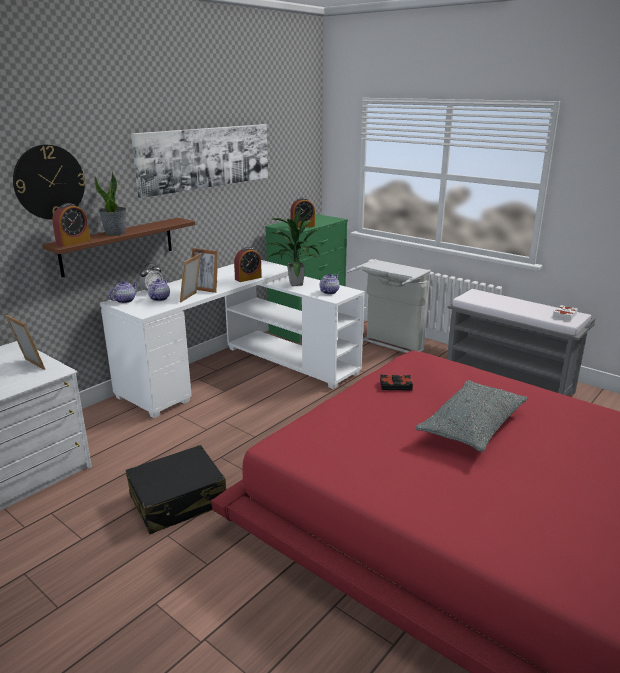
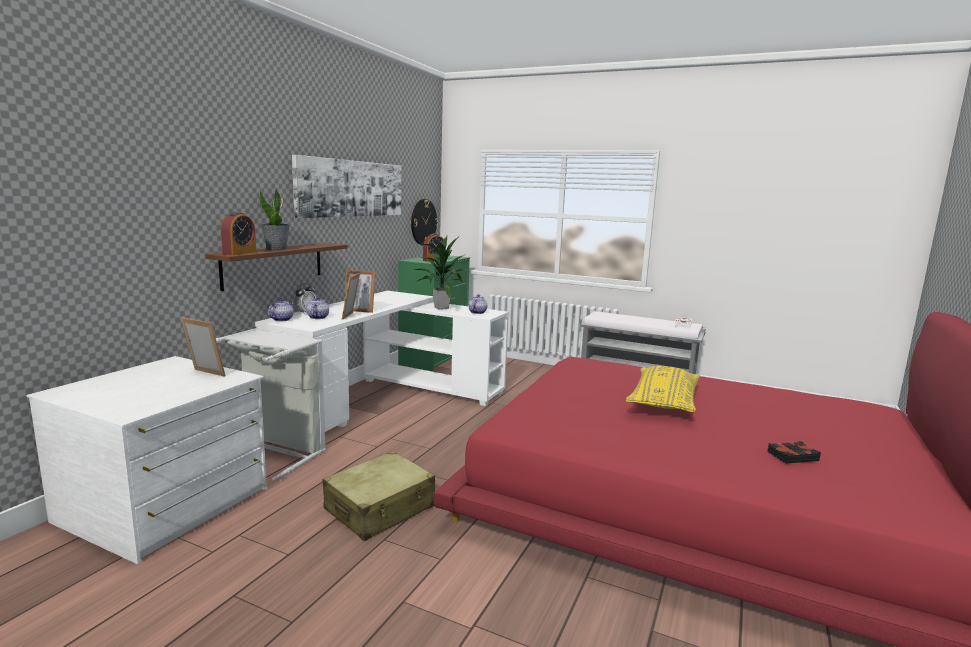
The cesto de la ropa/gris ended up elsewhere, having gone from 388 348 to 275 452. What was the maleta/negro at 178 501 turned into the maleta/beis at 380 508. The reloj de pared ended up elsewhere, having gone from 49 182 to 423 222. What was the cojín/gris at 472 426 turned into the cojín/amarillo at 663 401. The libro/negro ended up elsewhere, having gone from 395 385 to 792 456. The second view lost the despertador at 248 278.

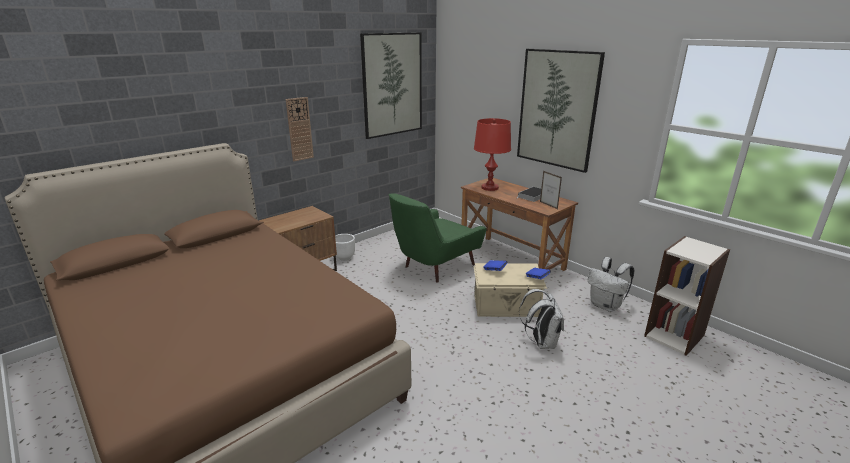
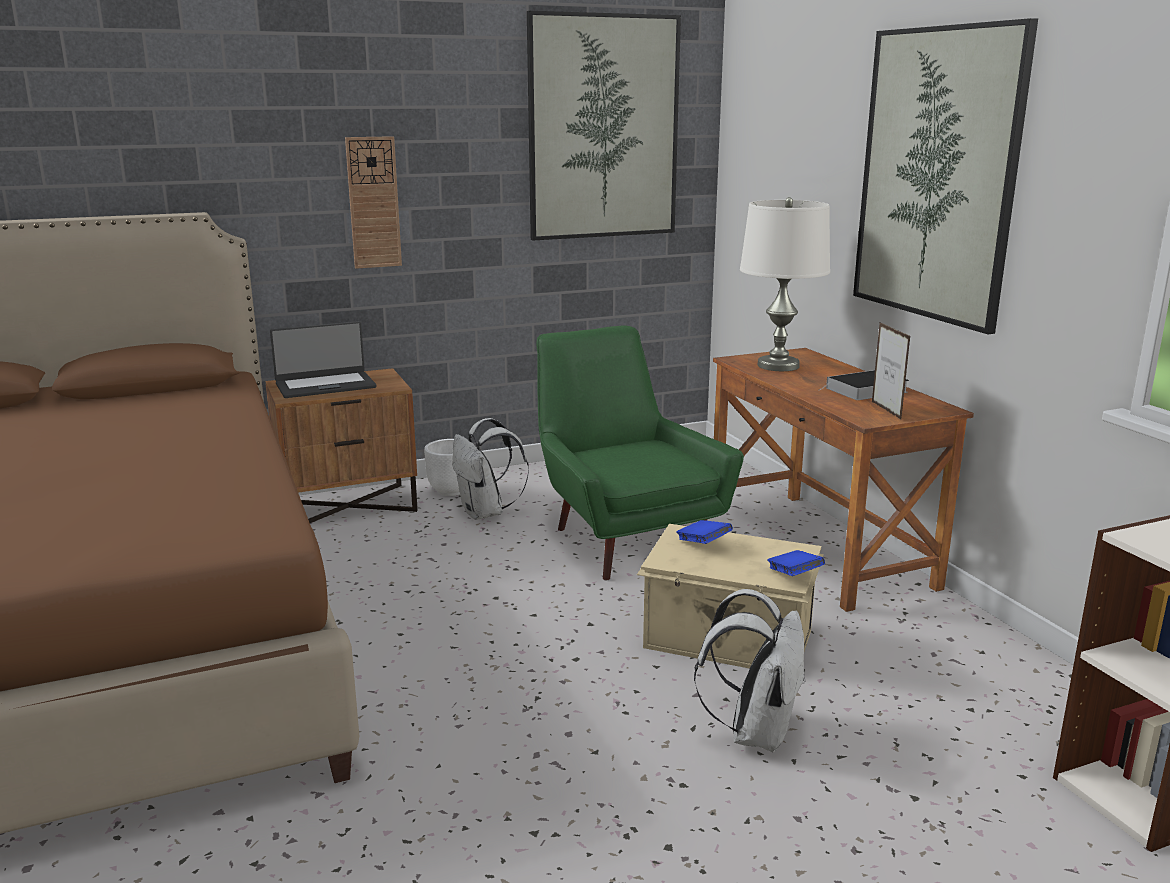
The second view gained the portátil at 325 385. The mochila/blanco ended up elsewhere, having gone from 606 305 to 485 513. The sillón/verde at 434 267 ended up facing another way, 90 degrees clockwise from before. What was the lámpara de mesa/rojo at 490 188 turned into the lámpara de mesa/blanco at 778 366.

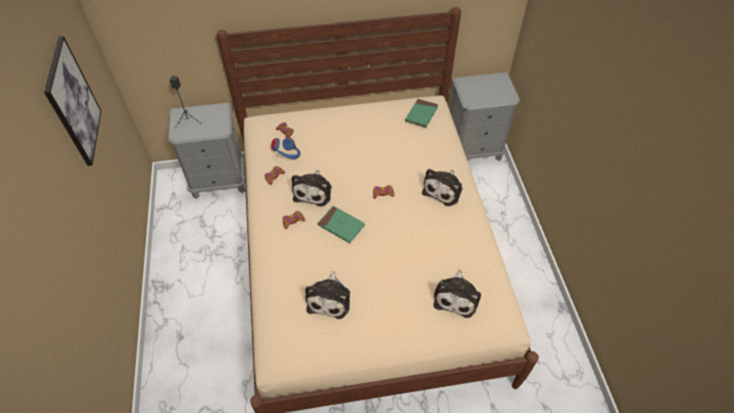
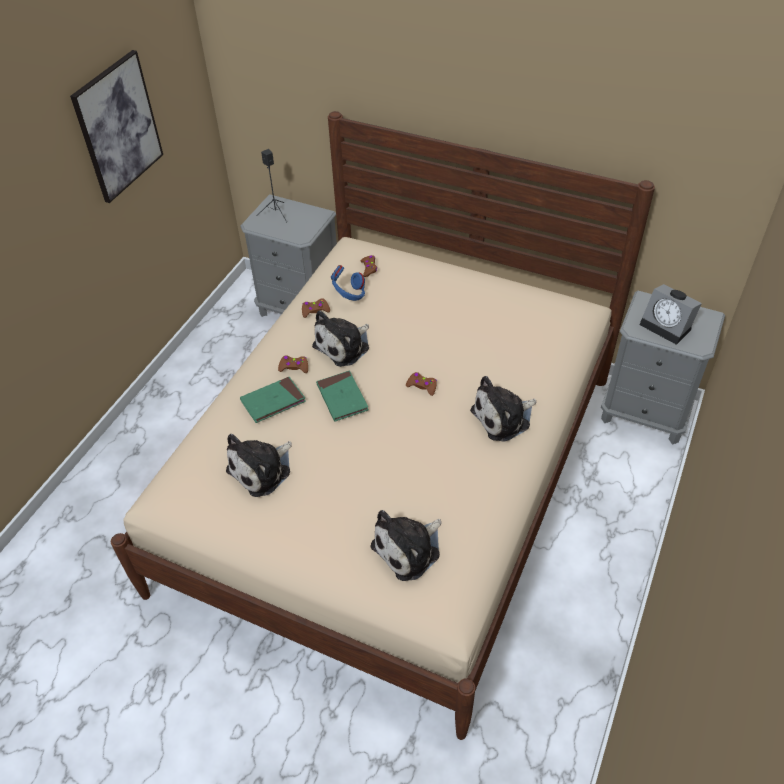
The libro/verde ended up elsewhere, having gone from 421 114 to 273 401. The second view gained the despertador at 667 326.

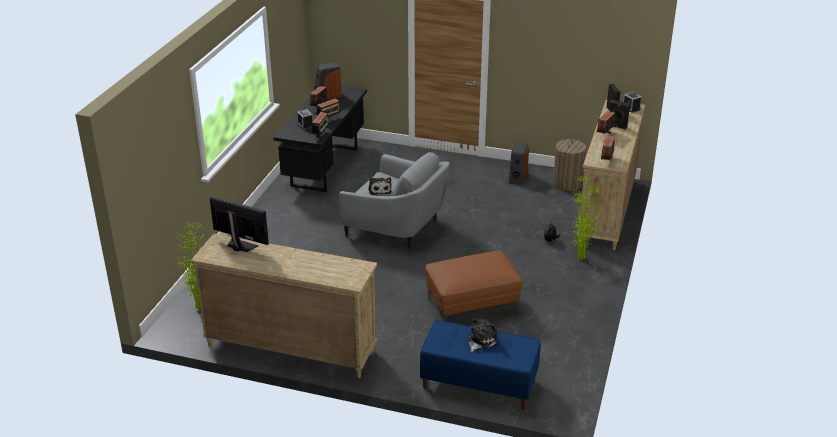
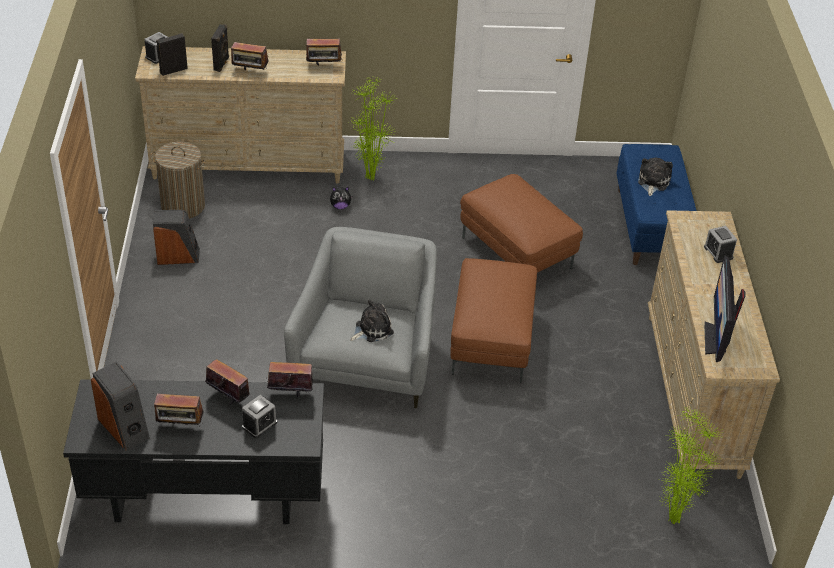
The second view gained the puf/marrón at 492 341. The peluche at 481 340 ended up facing another way, 90 degrees clockwise from before. The second view gained the despertador at 718 252.

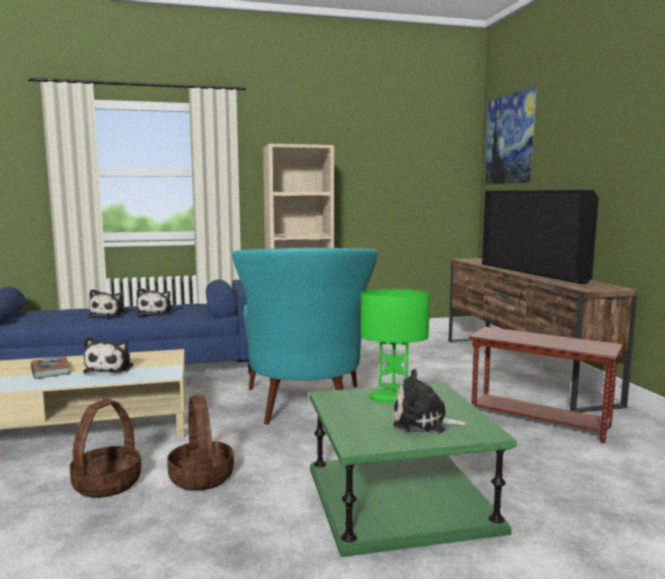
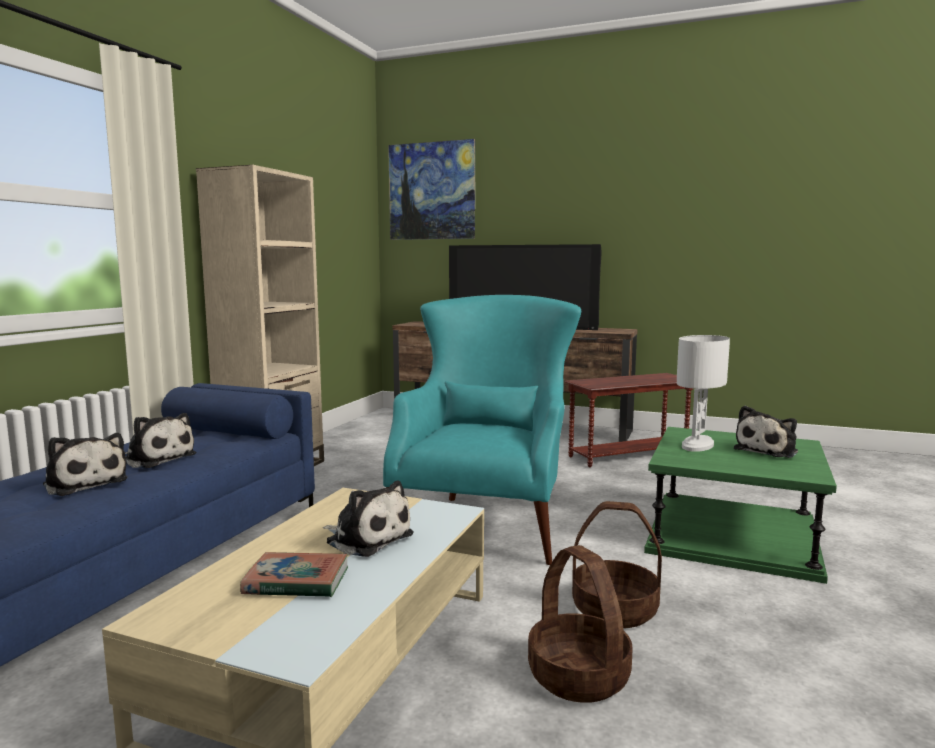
The sillón/turquesa at 305 410 ended up facing another way, 105 degrees counterclockwise from before. What was the lámpara de mesa/verde at 393 398 turned into the lámpara de mesa/blanco at 698 446.

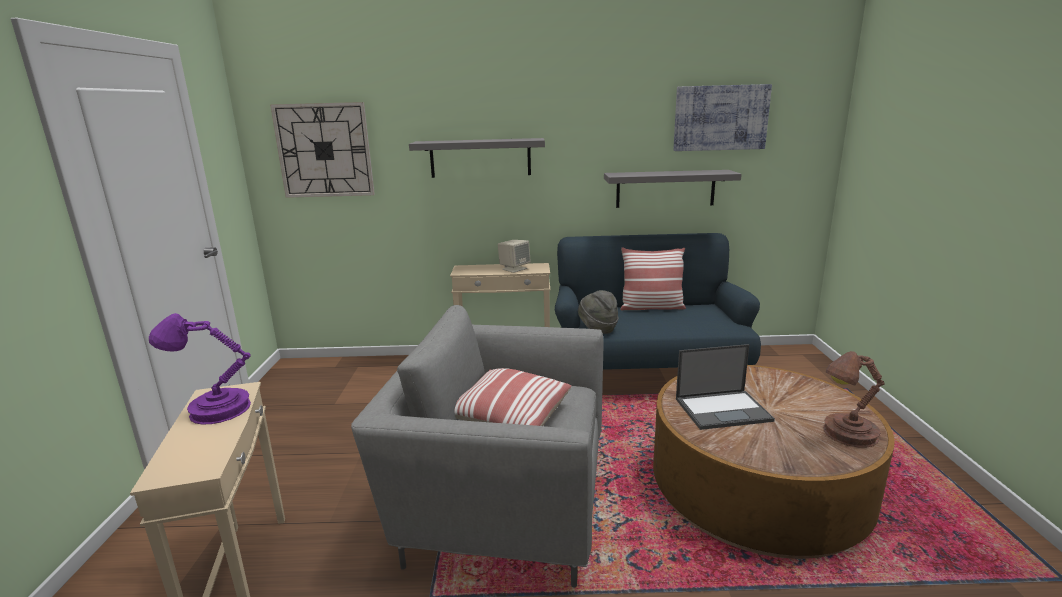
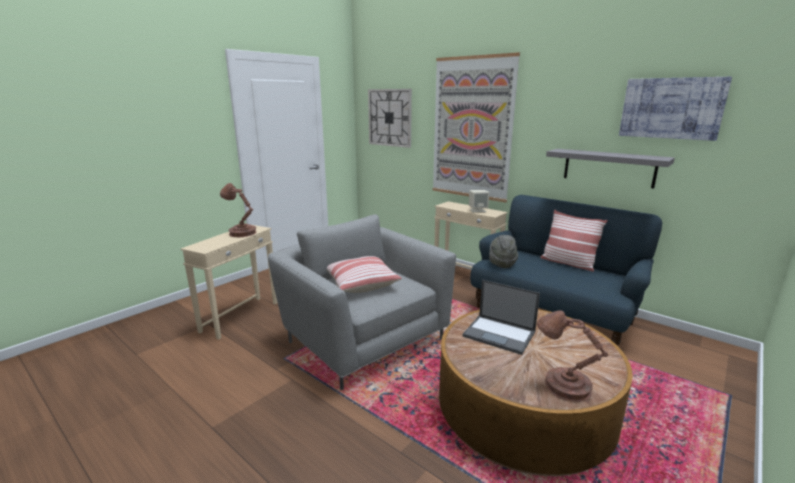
What was the lámpara de mesa/morado at 215 410 turned into the lámpara de mesa/marrón at 241 232. Where the estante/gris hung at 480 158, the cuadro came to hang at 471 129.

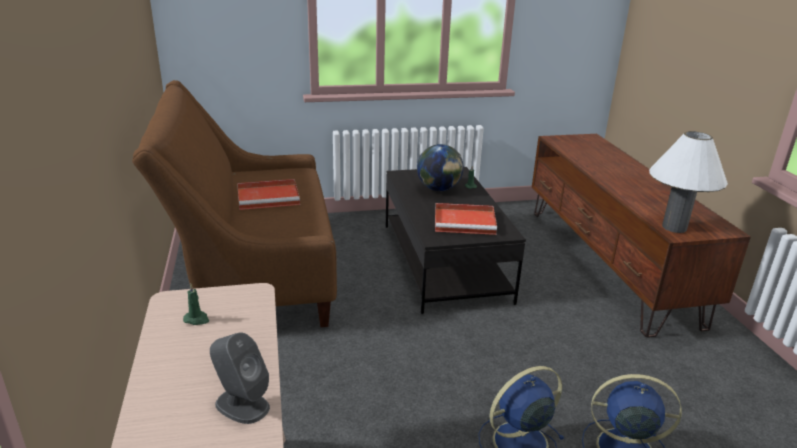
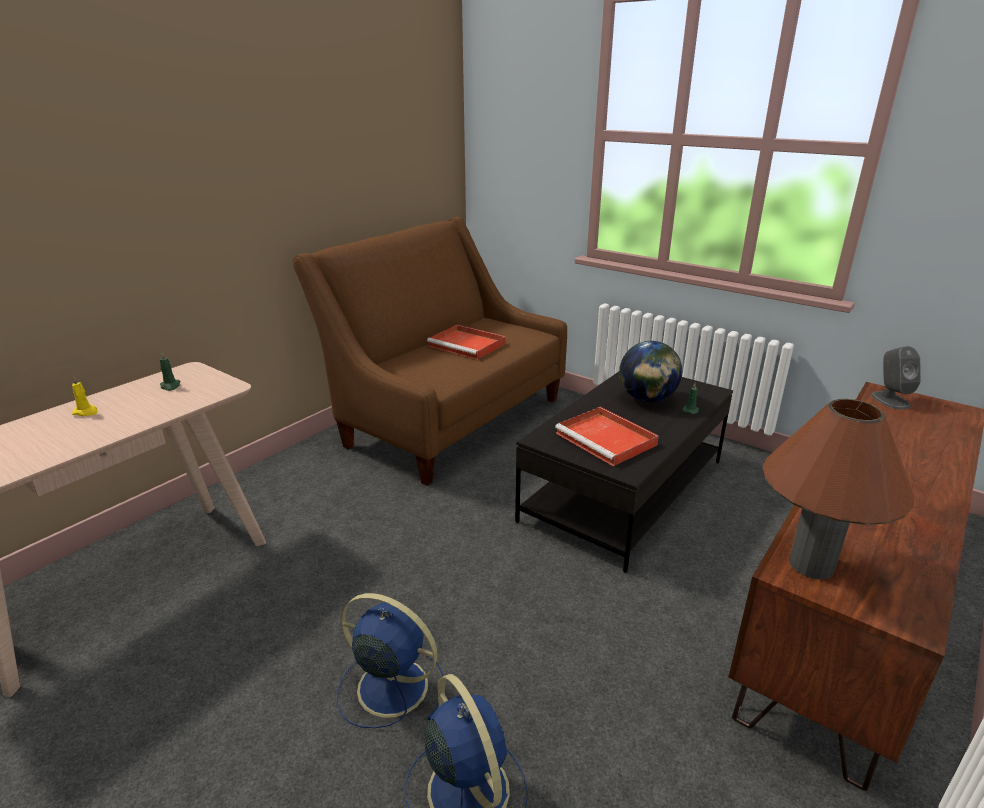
The second view gained the vela/amarillo at 86 412. What was the lámpara de mesa/blanco at 674 227 turned into the lámpara de mesa/marrón at 811 564. The altavoz/gris ended up elsewhere, having gone from 241 405 to 890 400.

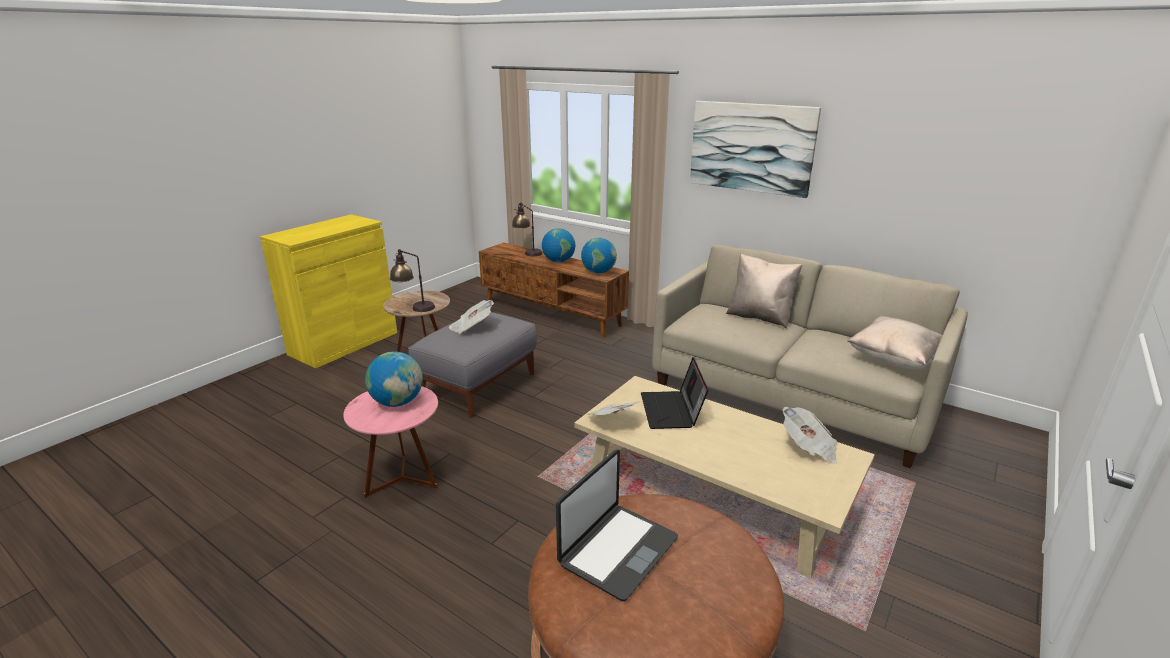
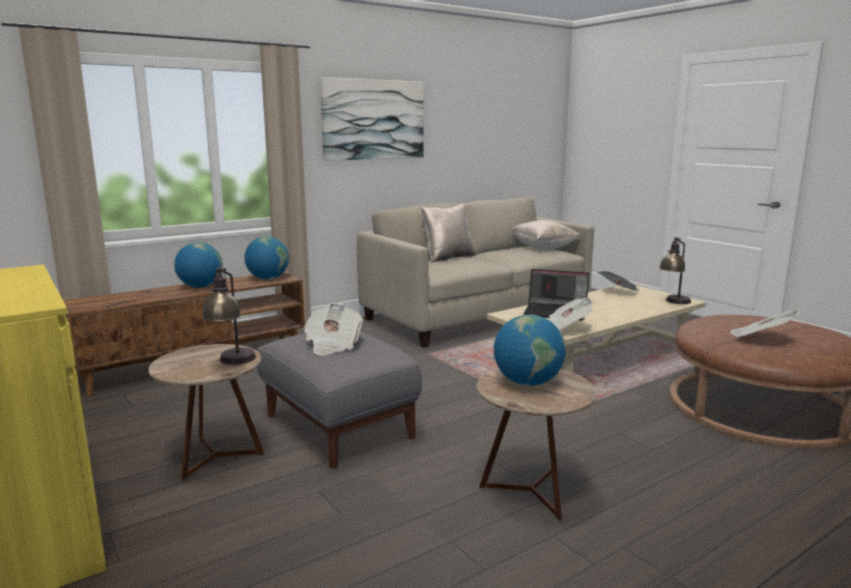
What was the mesa auxiliar/rosa at 402 479 turned into the mesa auxiliar/marrón at 530 491. The lámpara de mesa ended up elsewhere, having gone from 527 252 to 673 302. Where the portátil stood at 617 550, the periódico came to stand at 760 339.

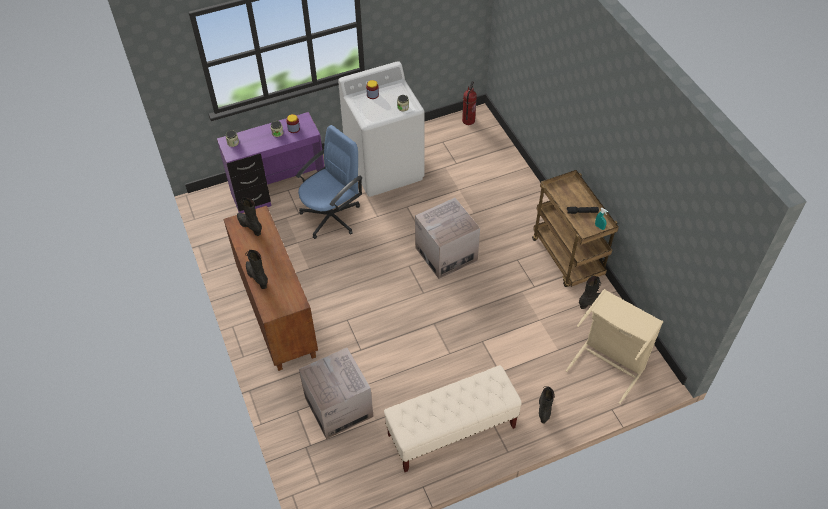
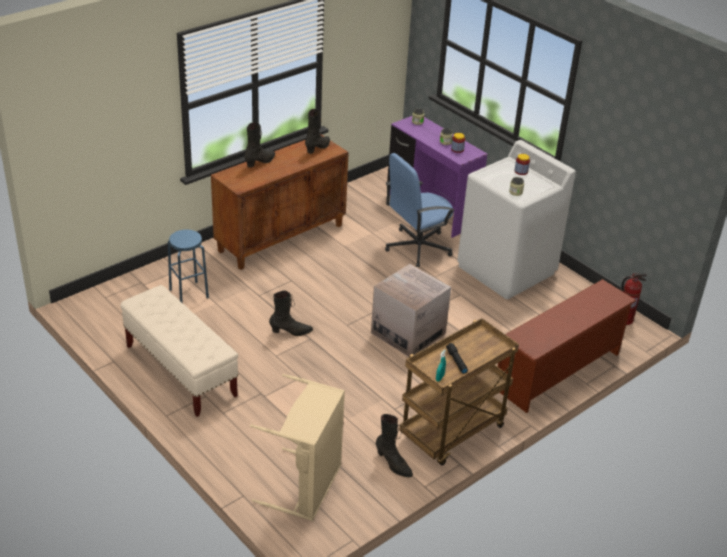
Where the caja de cartón stood at 339 407, the taburete/azul came to stand at 189 293. The bota/negro ended up elsewhere, having gone from 544 408 to 291 332. The silla de oficina/azul at 332 216 ended up facing another way, 120 degrees clockwise from before. The second view gained the zapatero/marrón at 558 372.

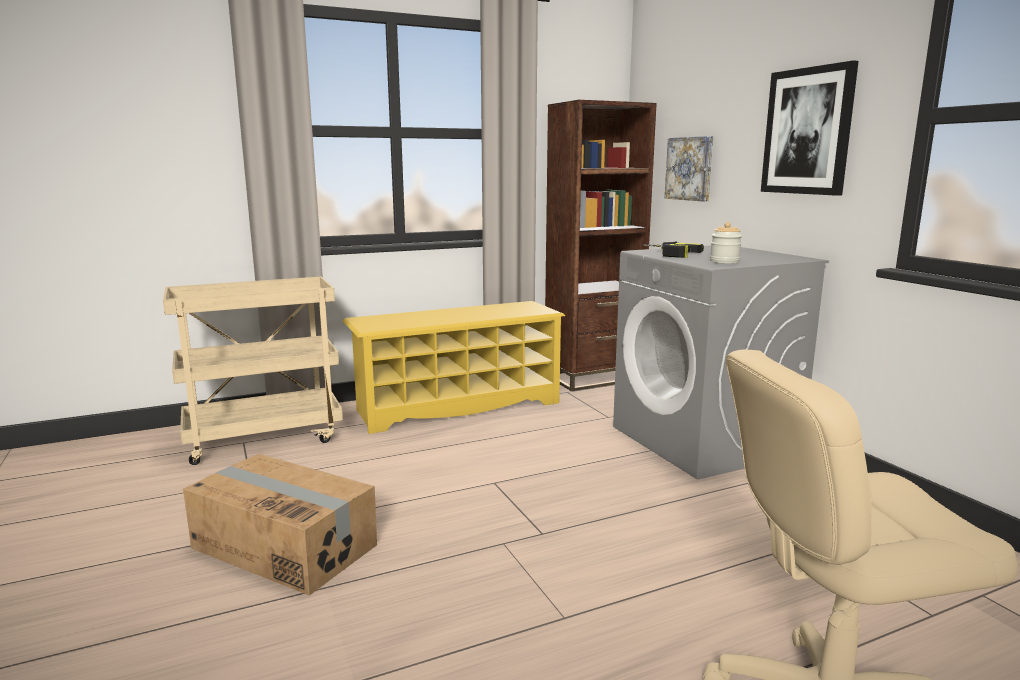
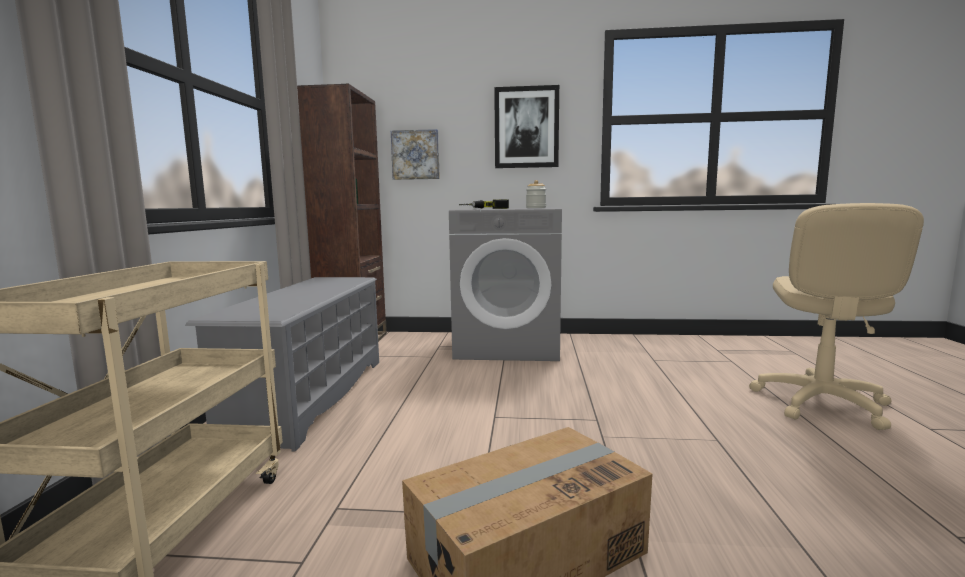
What was the zapatero/amarillo at 458 406 turned into the zapatero/gris at 310 396.

